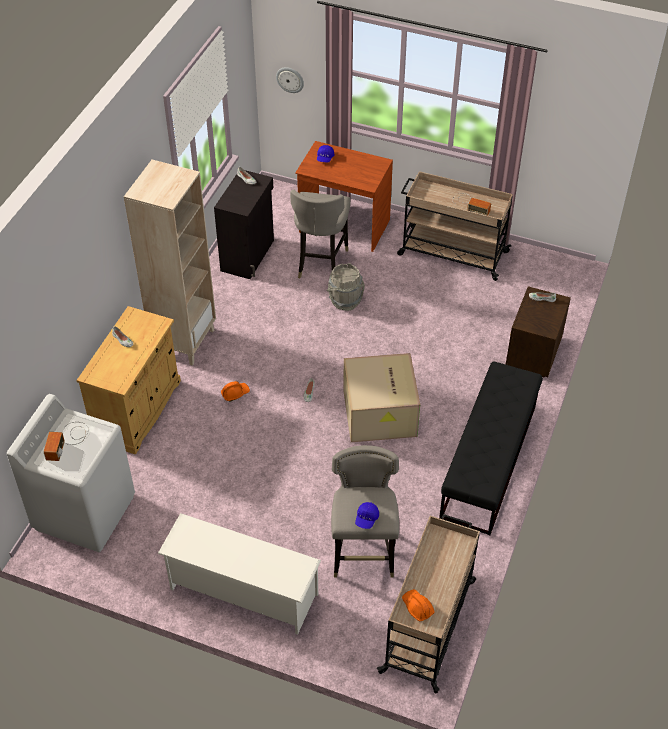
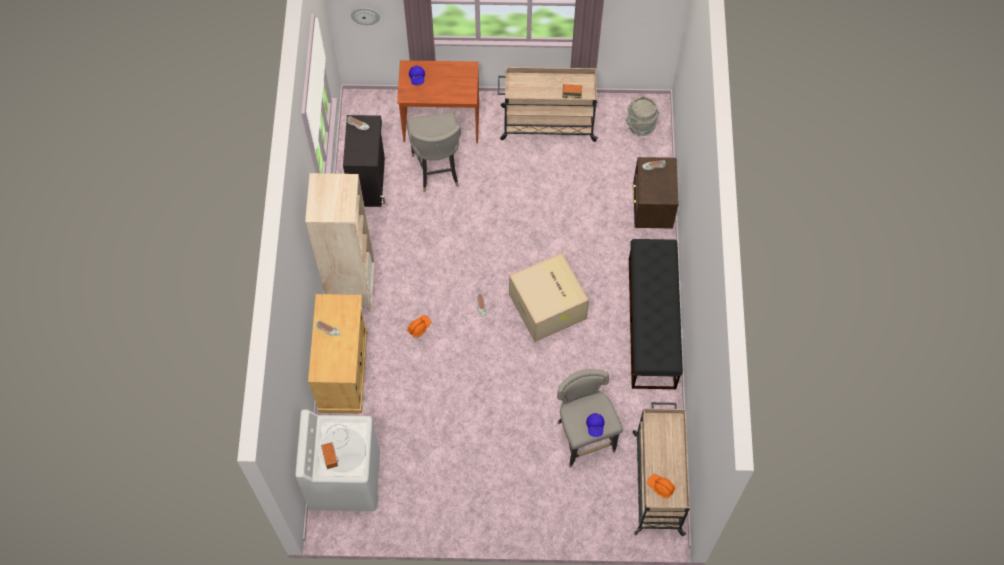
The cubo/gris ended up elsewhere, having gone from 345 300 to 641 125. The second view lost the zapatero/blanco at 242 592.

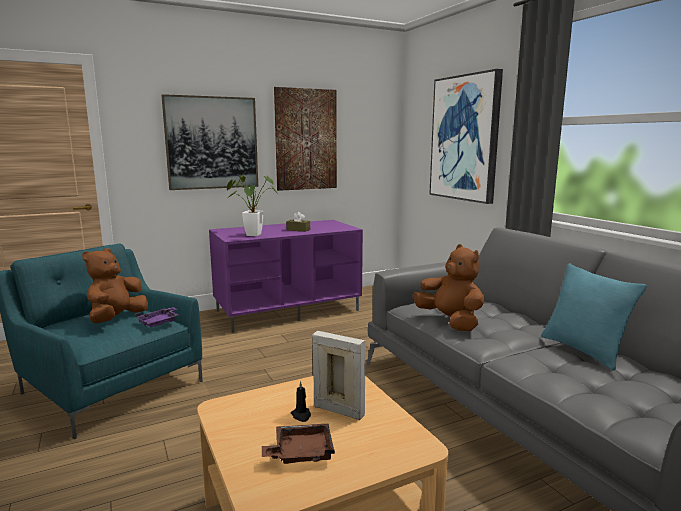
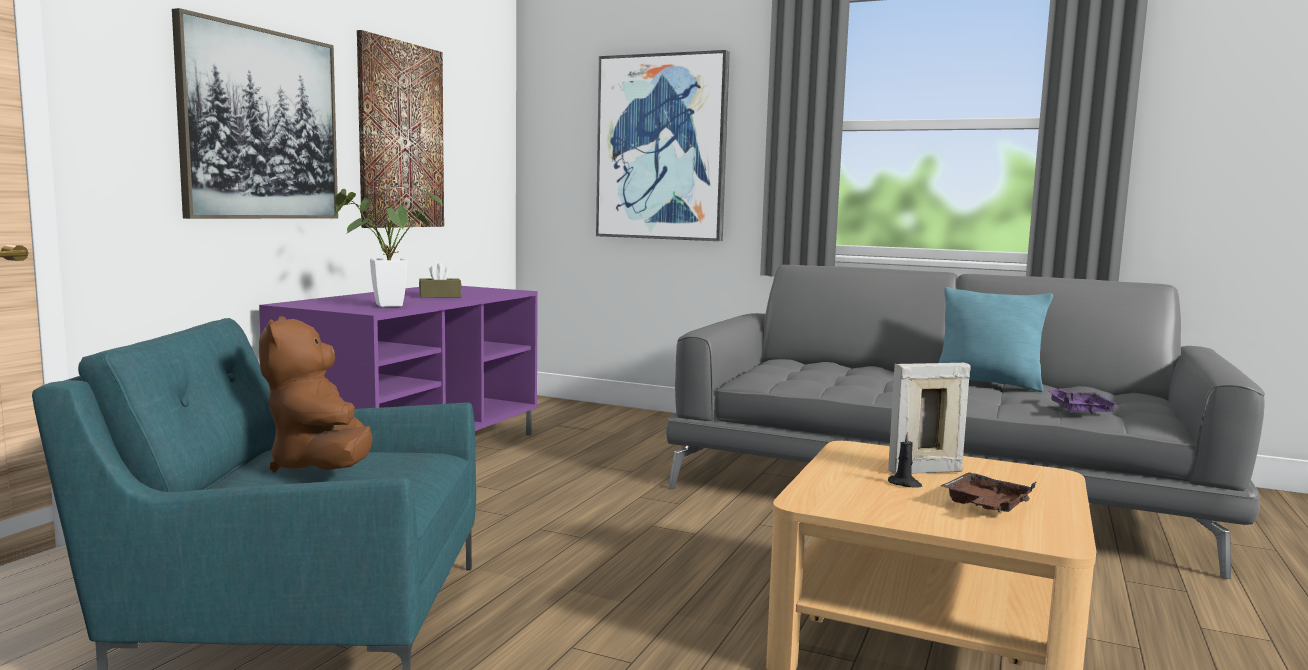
The bandeja/morado ended up elsewhere, having gone from 159 322 to 1079 409. The second view lost the peluche/marrón at 450 322.

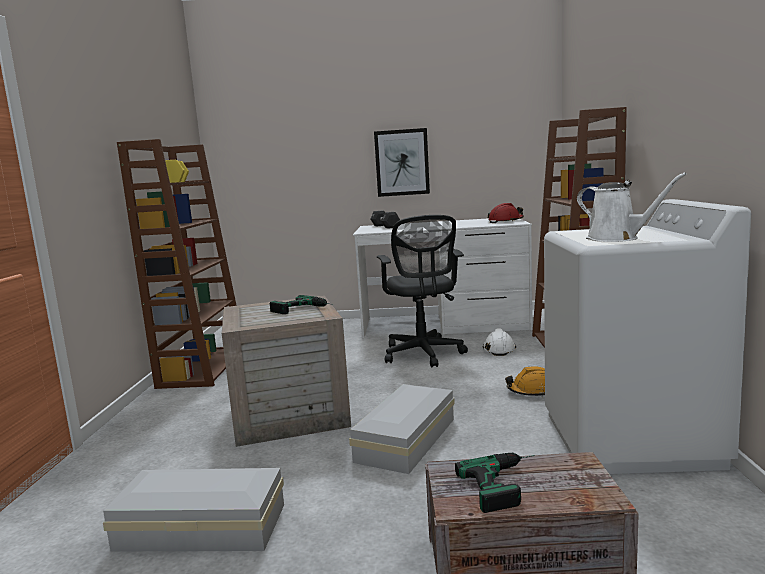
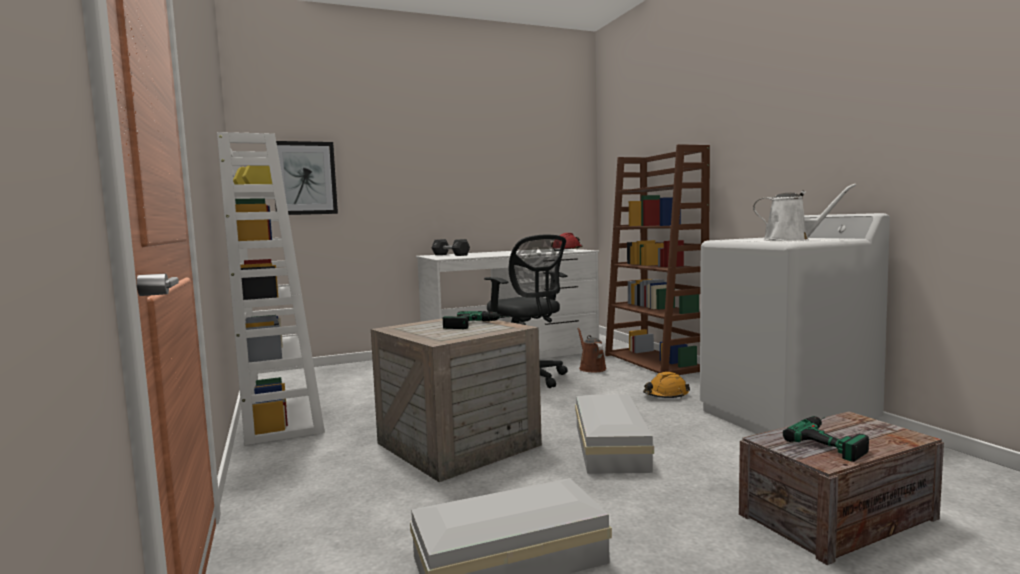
What was the estantería/marrón at 203 367 turned into the estantería/blanco at 283 417. The cuadro ended up elsewhere, having gone from 402 162 to 304 178. Where the casco/blanco stood at 499 349, the regadera/marrón came to stand at 591 368.

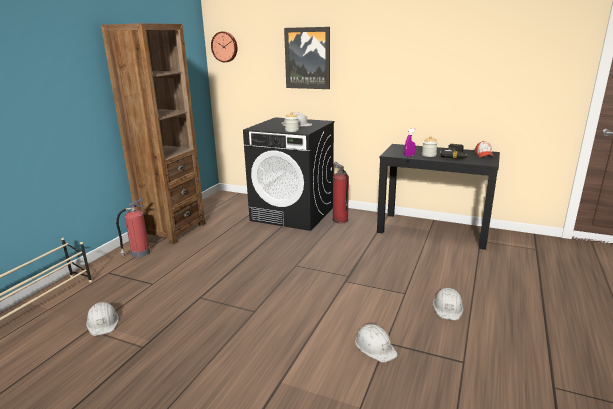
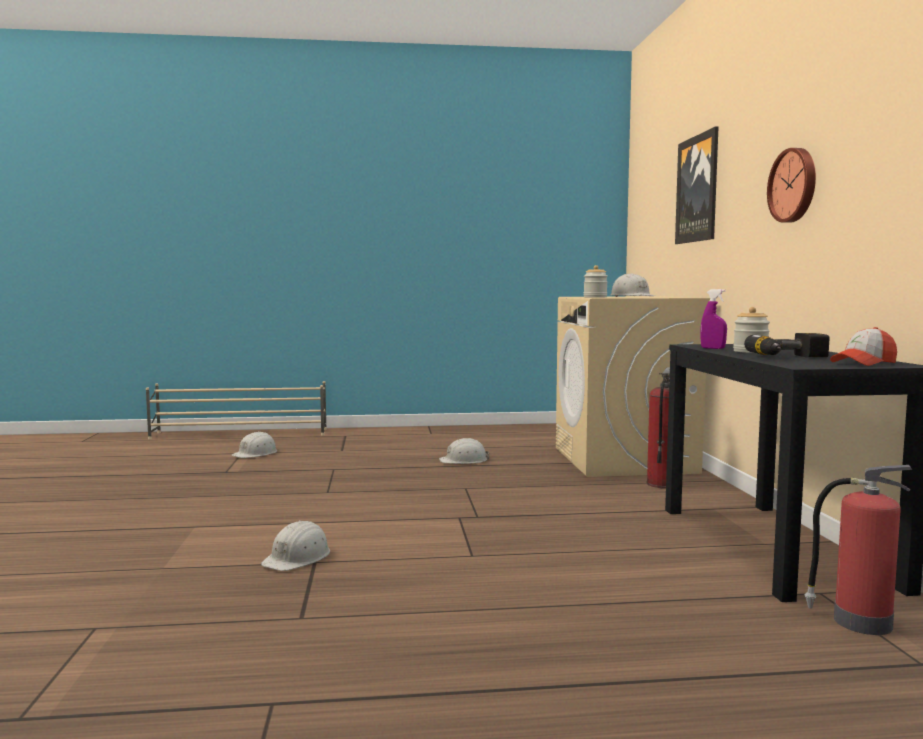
The casco/blanco ended up elsewhere, having gone from 448 308 to 464 460. What was the lavadora/negro at 293 214 turned into the lavadora/beis at 624 460. The reloj de pared ended up elsewhere, having gone from 225 47 to 794 185. The extintor ended up elsewhere, having gone from 139 253 to 859 622. The second view lost the estantería/marrón at 172 230.

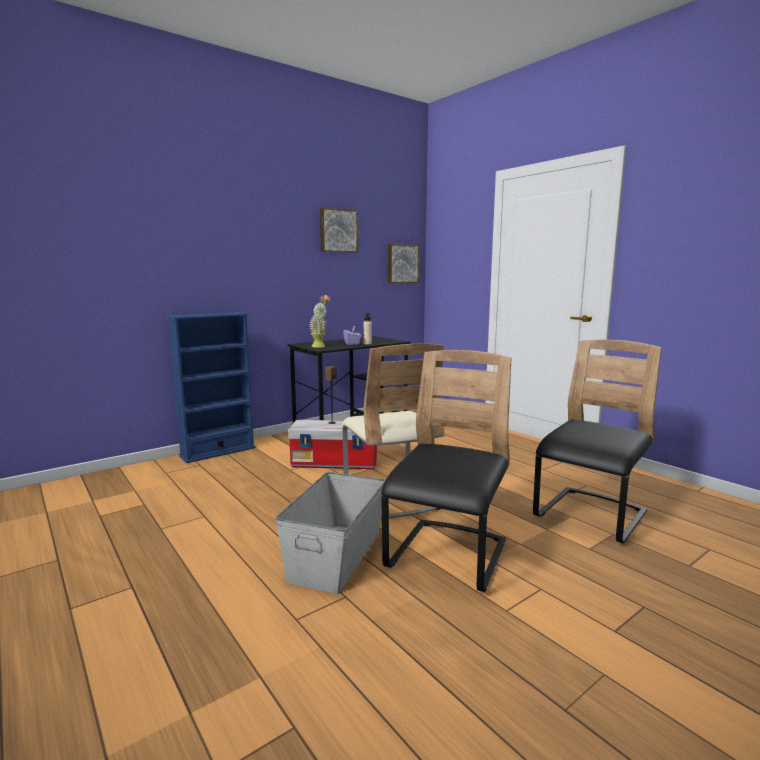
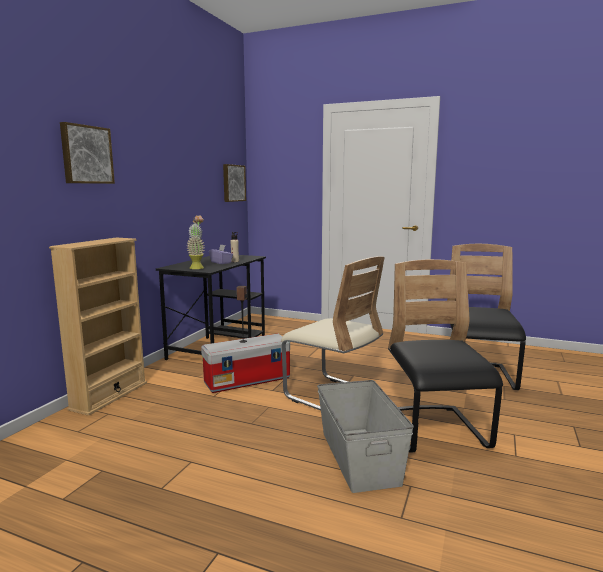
What was the estantería/azul at 218 452 turned into the estantería/beis at 109 396. The cuadro ended up elsewhere, having gone from 338 231 to 86 154.

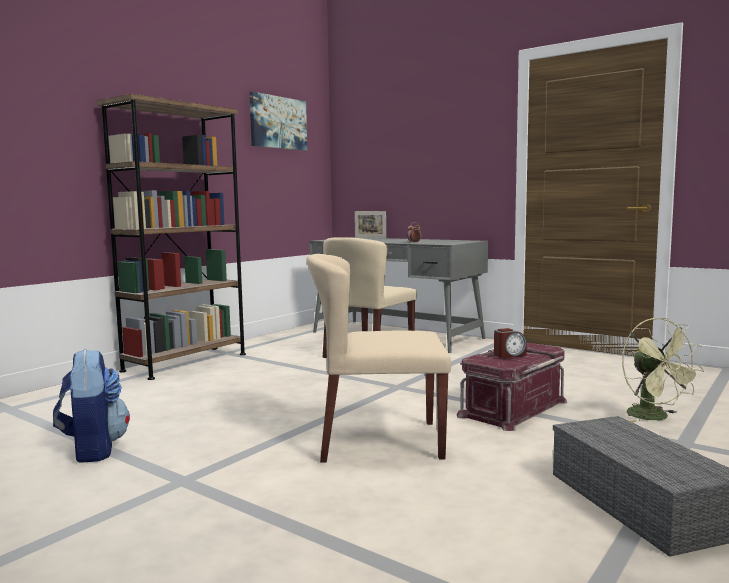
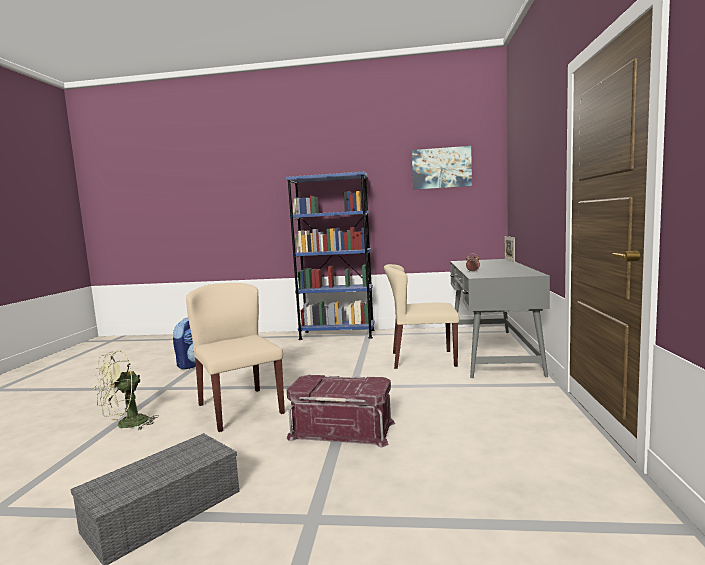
The ventilador/verde ended up elsewhere, having gone from 655 417 to 126 425. What was the estantería/marrón at 185 362 turned into the estantería/azul at 337 334. The second view lost the despertador at 509 355.

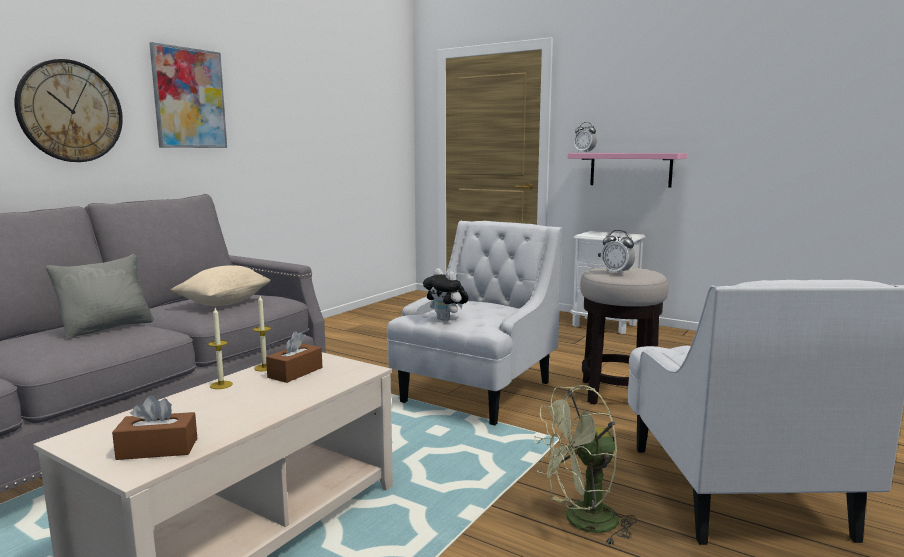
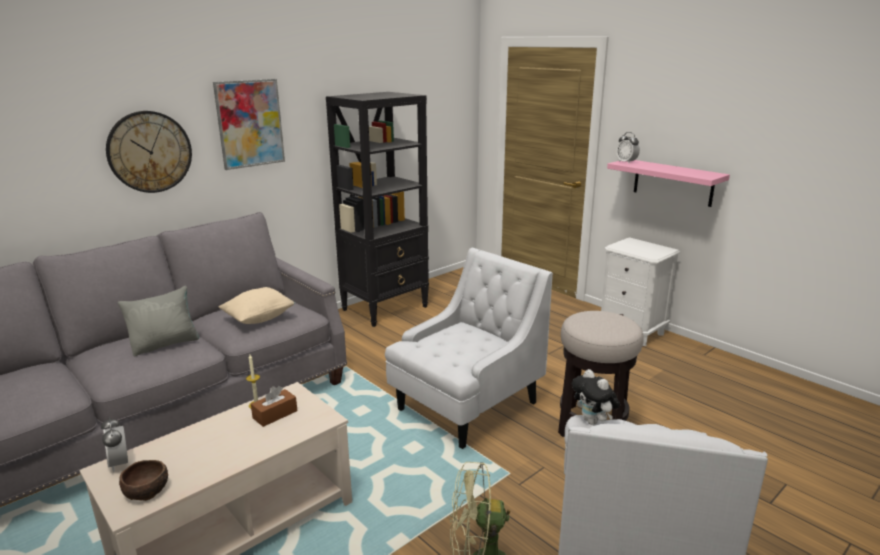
The despertador ended up elsewhere, having gone from 616 273 to 119 463. Where the caja de pañuelos/marrón stood at 157 449, the cuenco/marrón came to stand at 148 490. The second view gained the estantería/negro at 386 308. The peluche ended up elsewhere, having gone from 446 320 to 593 421. The second view lost the vela at 221 385.

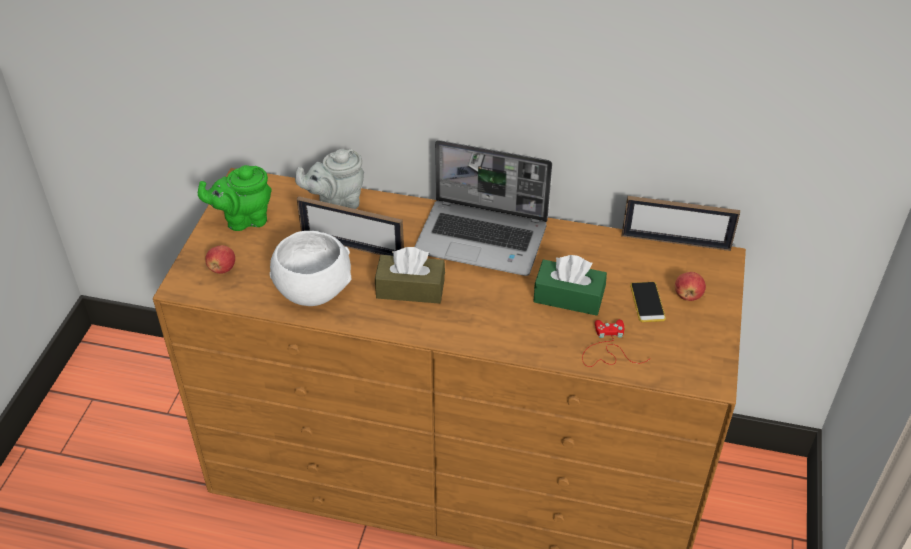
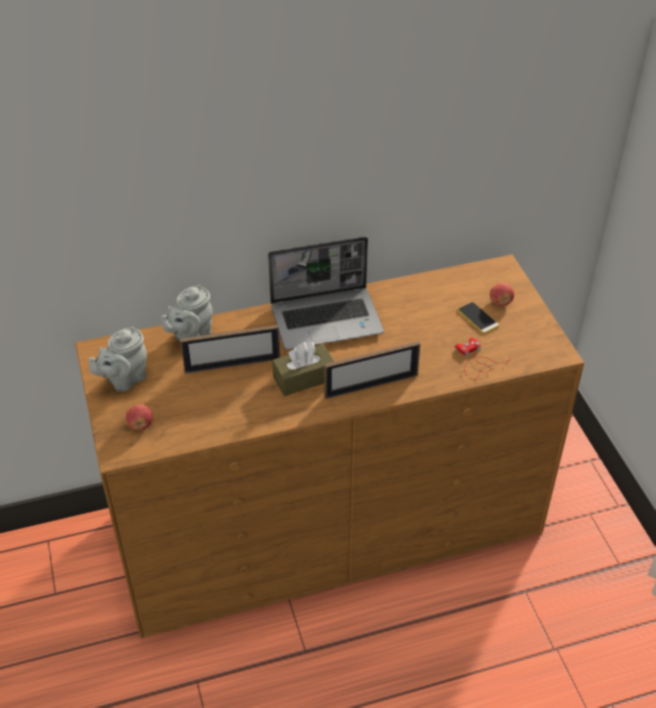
What was the tetera/verde at 243 219 turned into the tetera/gris at 124 379. The portarretratos ended up elsewhere, having gone from 675 242 to 371 386. The second view lost the cuenco/blanco at 313 289. The second view lost the caja de pañuelos/verde at 568 297.

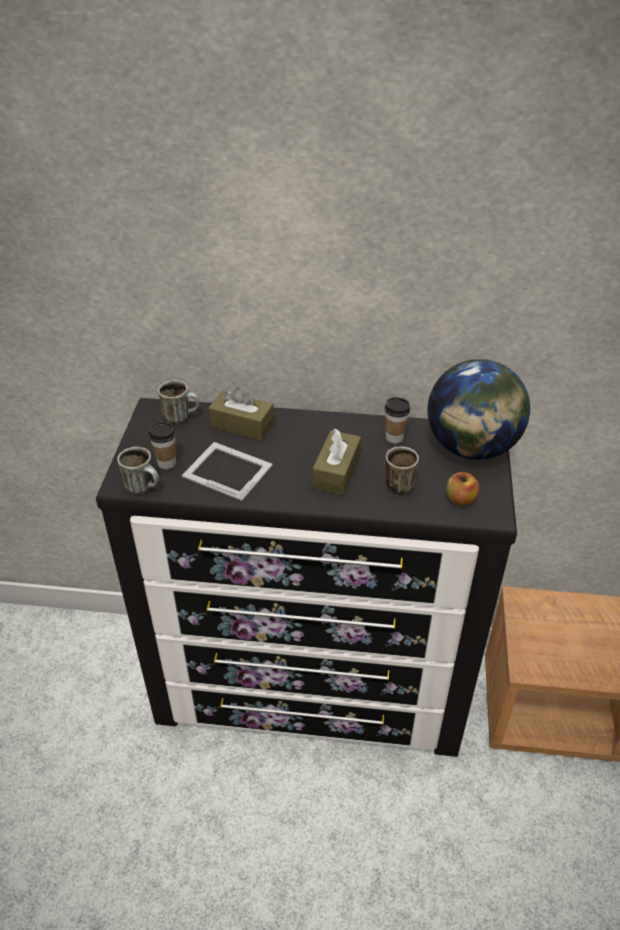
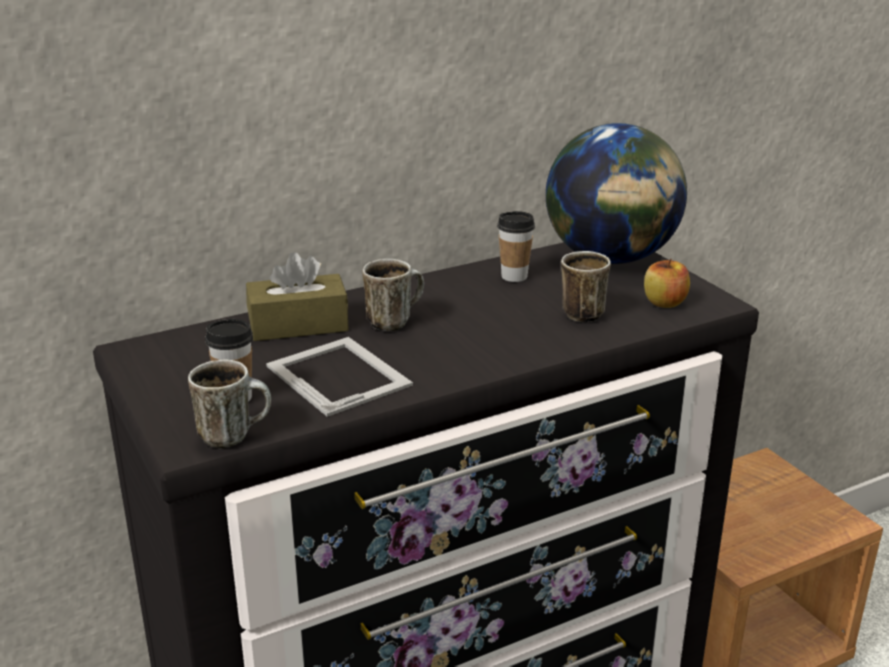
The portarretratos at 227 470 ended up facing another way, 60 degrees clockwise from before. The taza grande ended up elsewhere, having gone from 181 417 to 394 321. The second view lost the caja de pañuelos/marrón at 336 471.

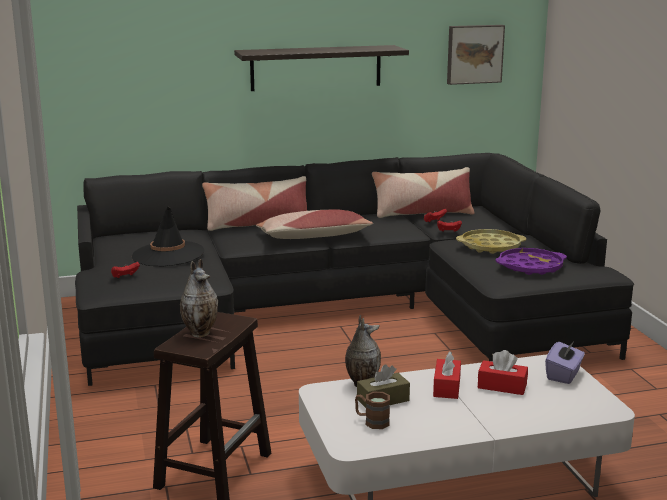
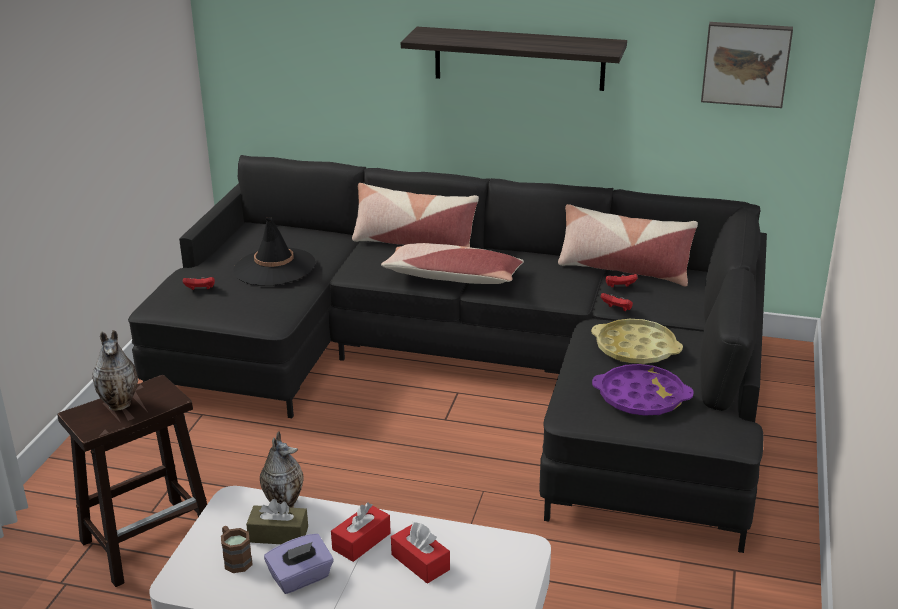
The caja de pañuelos/morado ended up elsewhere, having gone from 564 375 to 301 578.

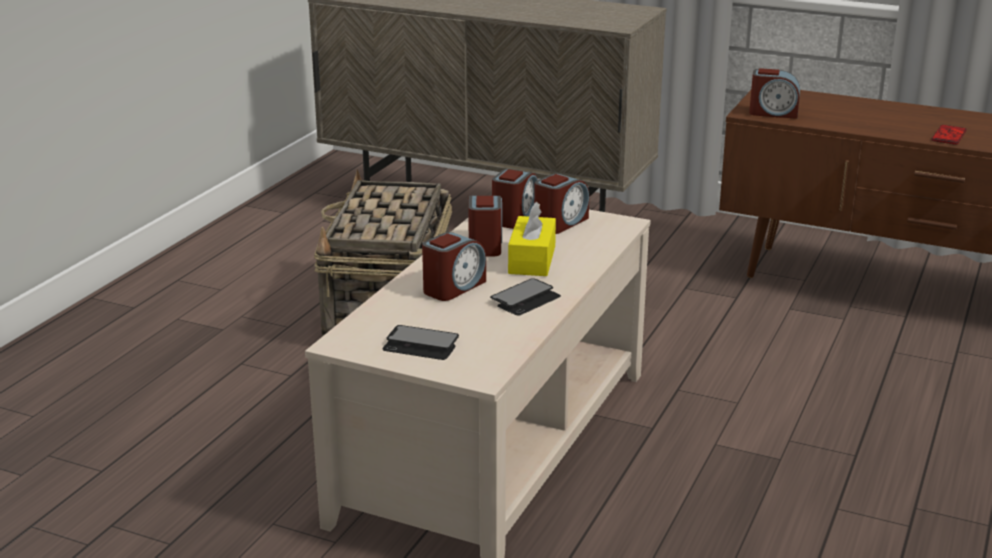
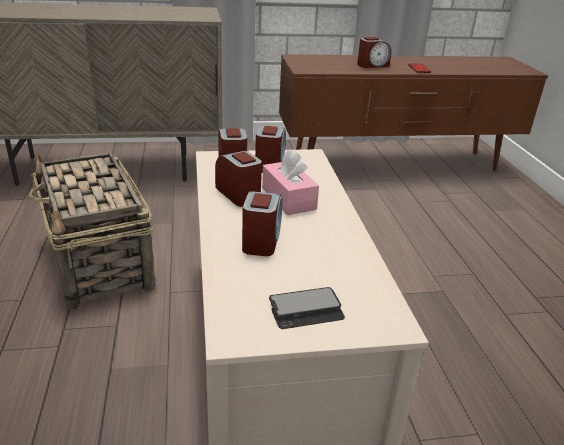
What was the caja de pañuelos/amarillo at 532 260 turned into the caja de pañuelos/rosa at 288 198. The despertador ended up elsewhere, having gone from 773 113 to 372 65. The second view lost the móvil at 525 299.

